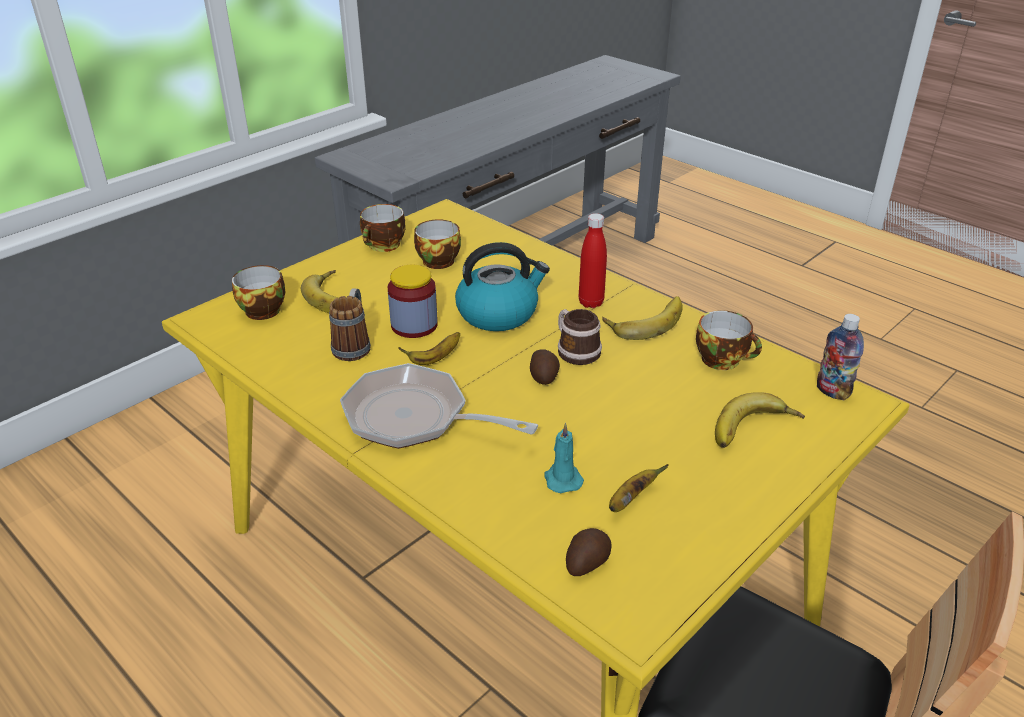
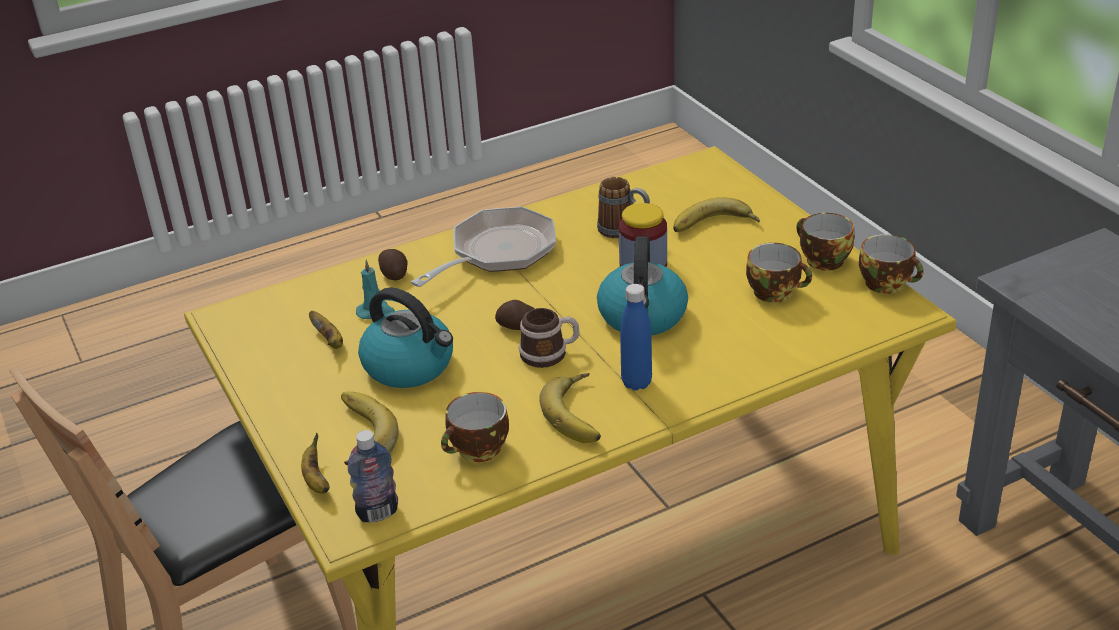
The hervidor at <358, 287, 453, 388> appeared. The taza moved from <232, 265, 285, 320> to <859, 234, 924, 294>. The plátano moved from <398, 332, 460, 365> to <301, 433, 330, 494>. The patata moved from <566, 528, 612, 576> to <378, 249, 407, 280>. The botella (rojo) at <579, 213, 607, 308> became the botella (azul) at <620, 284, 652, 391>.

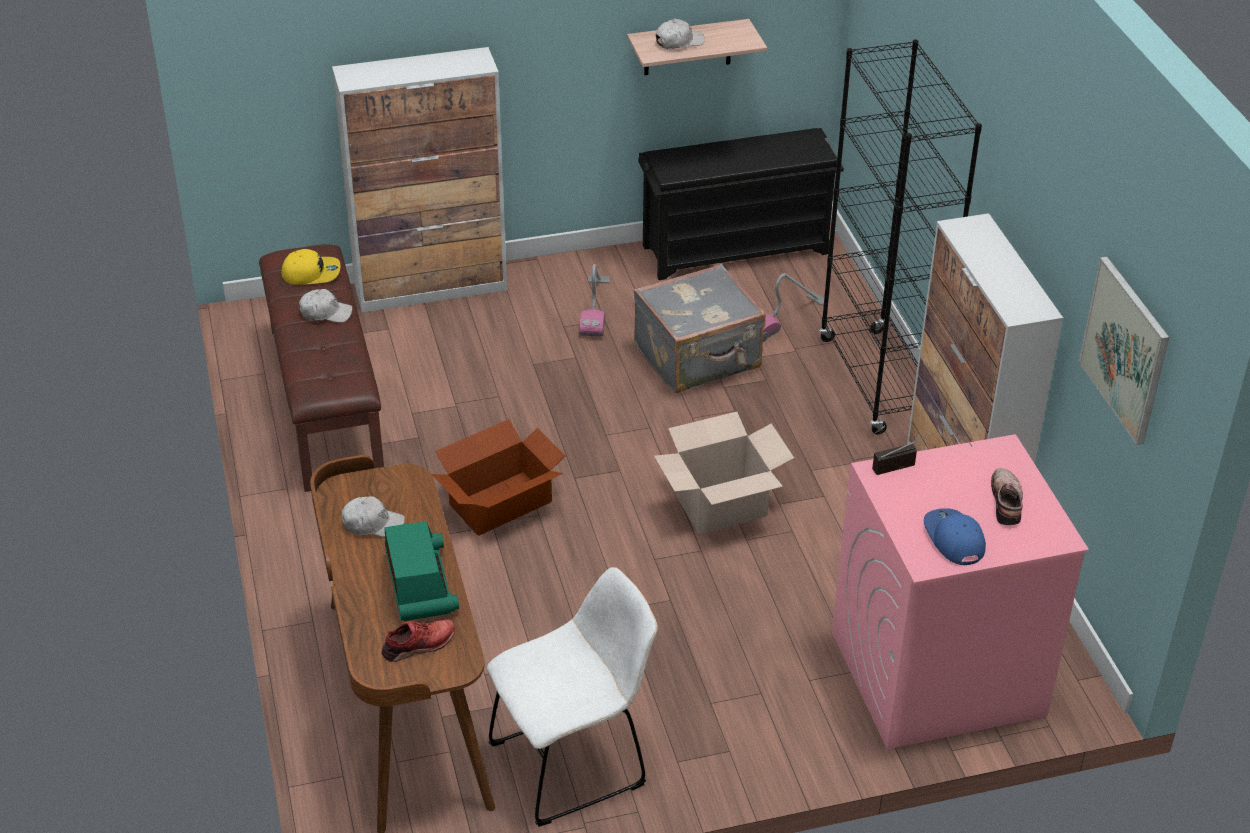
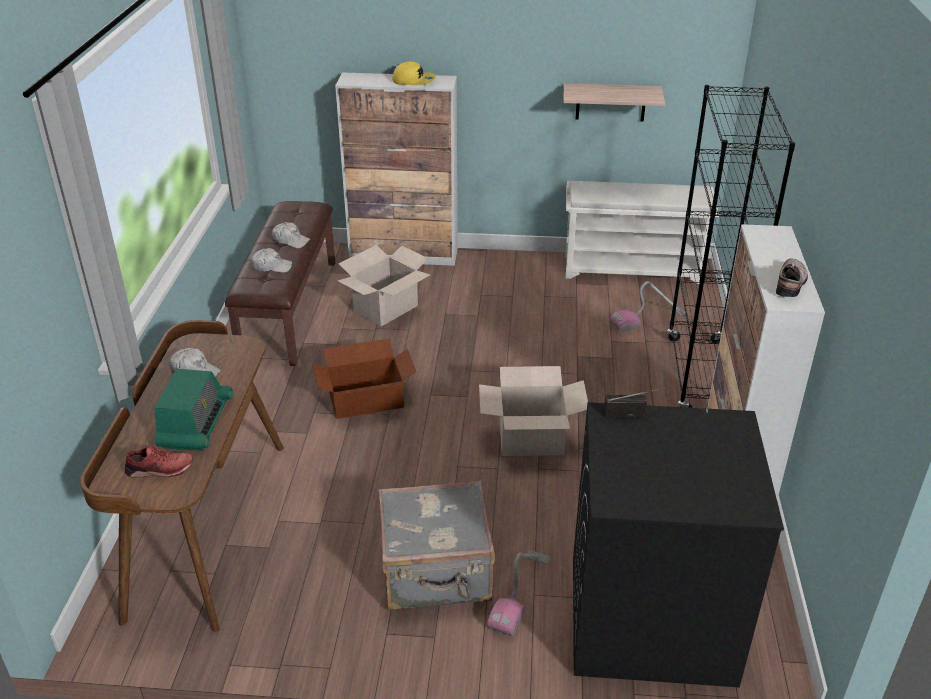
The silla (blanco) at <487, 567, 658, 827> disappeared. The gorra (azul) at <924, 508, 986, 565> disappeared. The cuadro at <1079, 256, 1169, 445> disappeared. The caja de cartón at <338, 245, 430, 326> appeared. The gorra (amarillo) moved from <281, 249, 340, 285> to <392, 61, 436, 85>. The aspiradora moved from <579, 264, 610, 336> to <487, 550, 550, 636>. The maleta (gris) moved from <634, 264, 766, 393> to <378, 480, 495, 611>. The gorra (blanco) moved from <656, 19, 705, 49> to <251, 248, 292, 273>. The zapato moved from <991, 468, 1023, 525> to <776, 259, 808, 297>. The zapatero (negro) at <638, 128, 844, 280> became the zapatero (blanco) at <566, 181, 719, 284>. The lavadora (rosa) at <832, 434, 1089, 749> became the lavadora (negro) at <573, 402, 784, 688>.

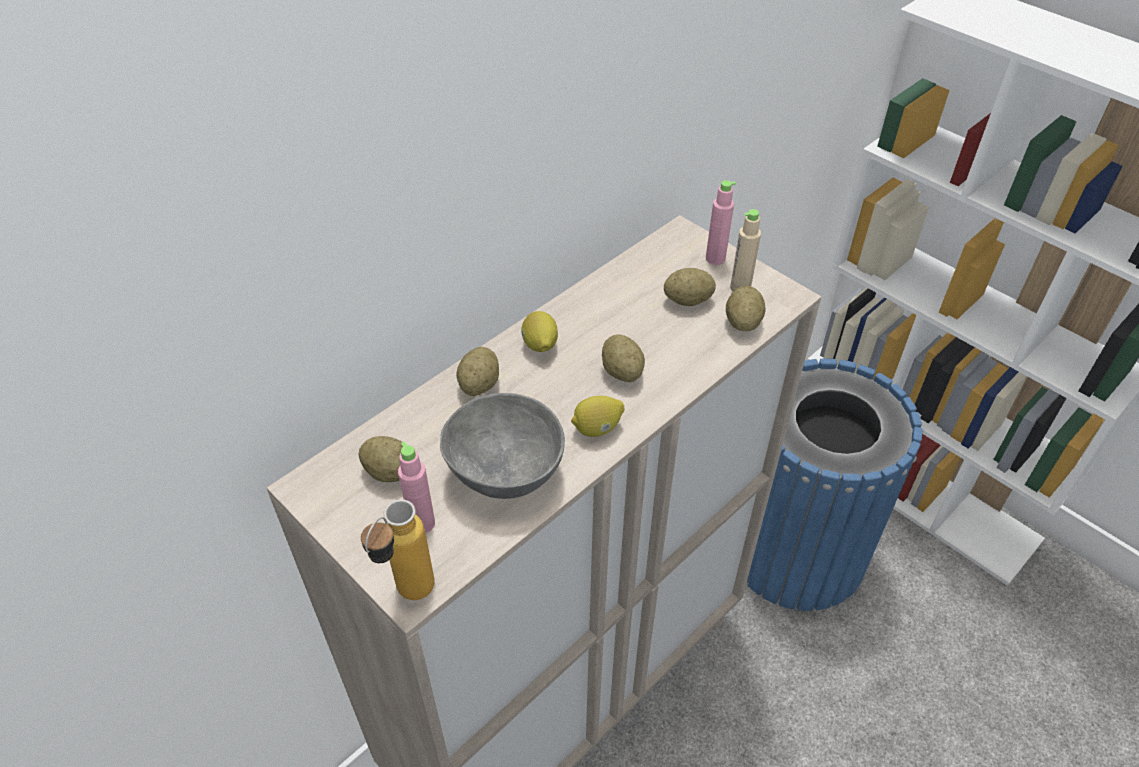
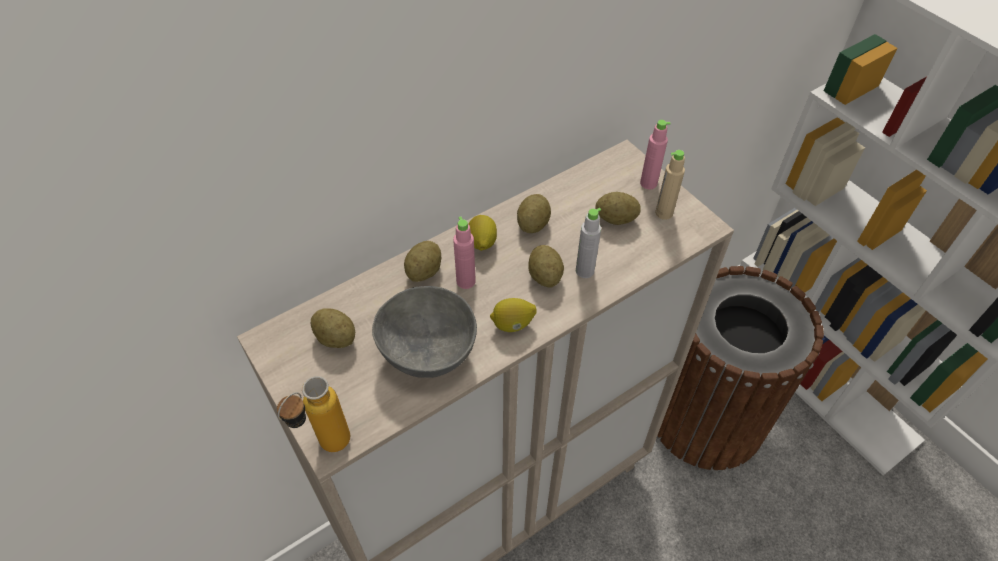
The botella (gris) at <576, 208, 601, 278> appeared. The botella (rosa) moved from <398, 442, 435, 533> to <453, 217, 476, 289>. The patata moved from <726, 286, 766, 331> to <517, 194, 551, 233>. The papelera (azul) at <747, 358, 923, 611> became the papelera (marrón) at <657, 266, 824, 470>.

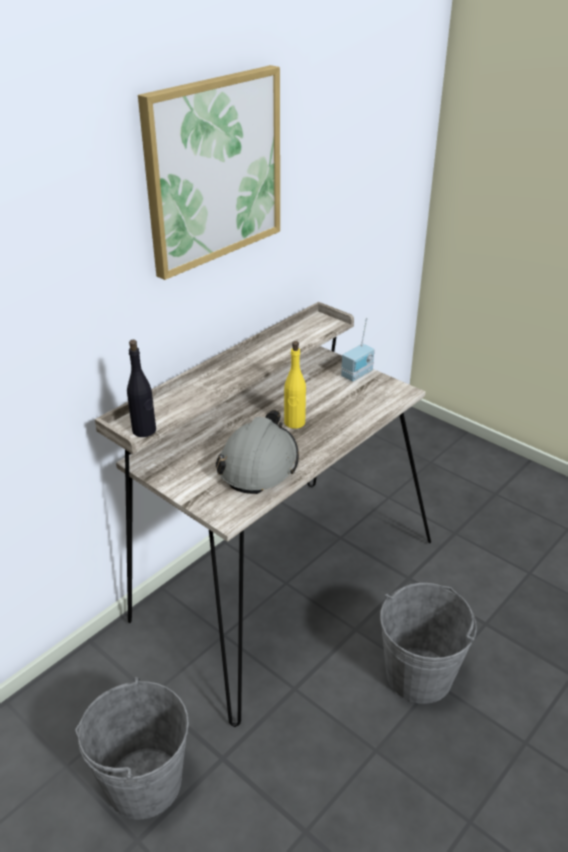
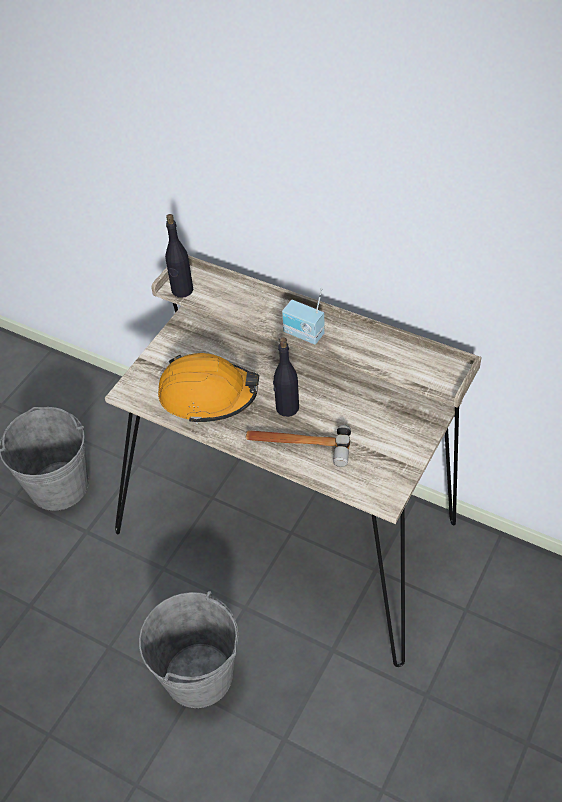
The cuadro at <138, 65, 280, 280> disappeared. The martillo at <246, 425, 351, 467> appeared. The radio moved from <341, 318, 374, 382> to <282, 288, 325, 345>. The casco (gris) at <216, 410, 299, 494> became the casco (naranja) at <158, 353, 260, 424>. The botella (amarillo) at <284, 341, 306, 429> became the botella (negro) at <273, 337, 299, 417>.

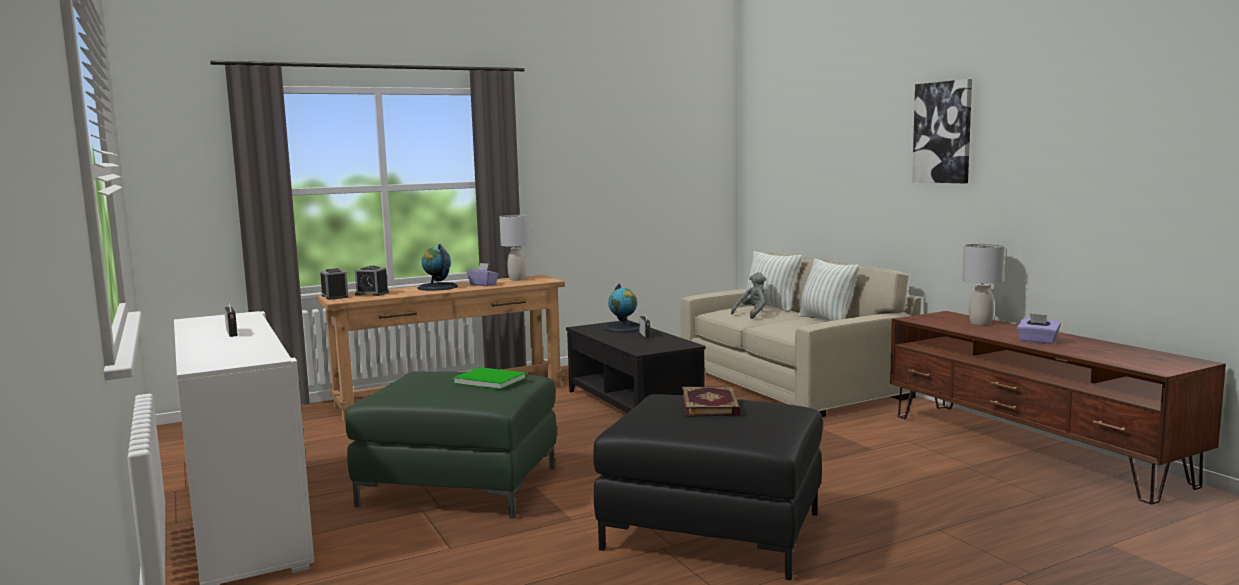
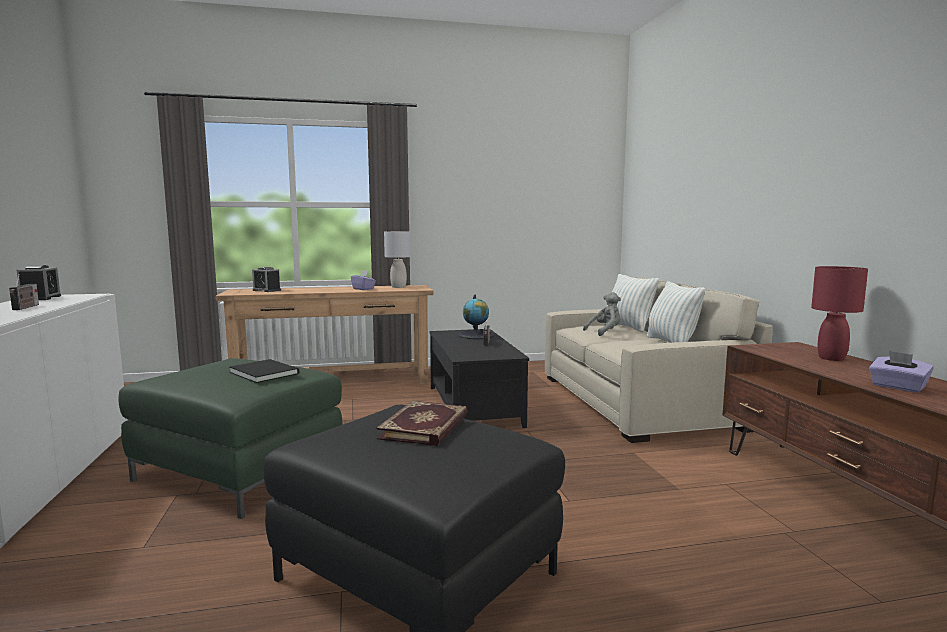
The globo terráqueo at <418, 244, 458, 291> disappeared. The cuadro at <912, 79, 972, 183> disappeared. The despertador moved from <320, 268, 349, 300> to <17, 265, 61, 300>. The libro (verde) at <453, 367, 527, 389> became the libro (negro) at <229, 359, 299, 383>. The lámpara de mesa (gris) at <962, 243, 1005, 325> became the lámpara de mesa (rojo) at <811, 266, 868, 361>.

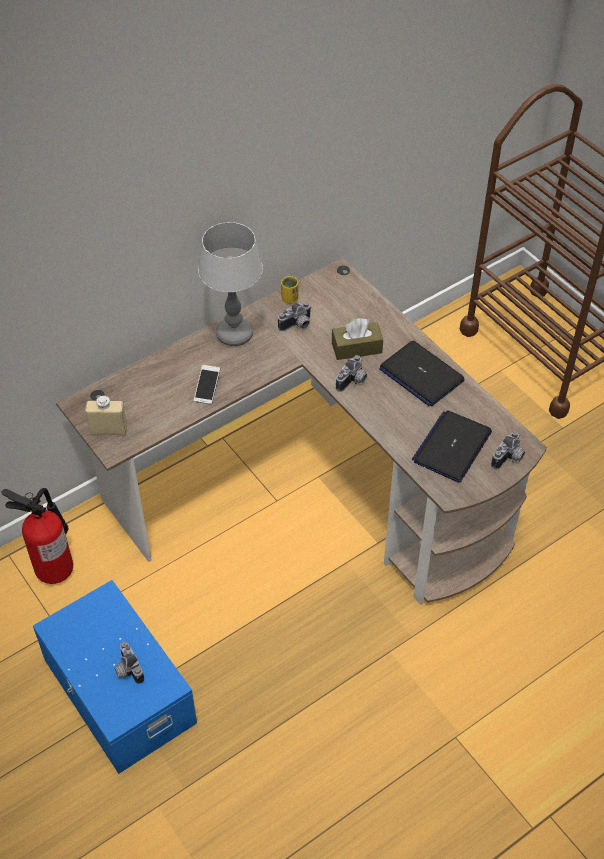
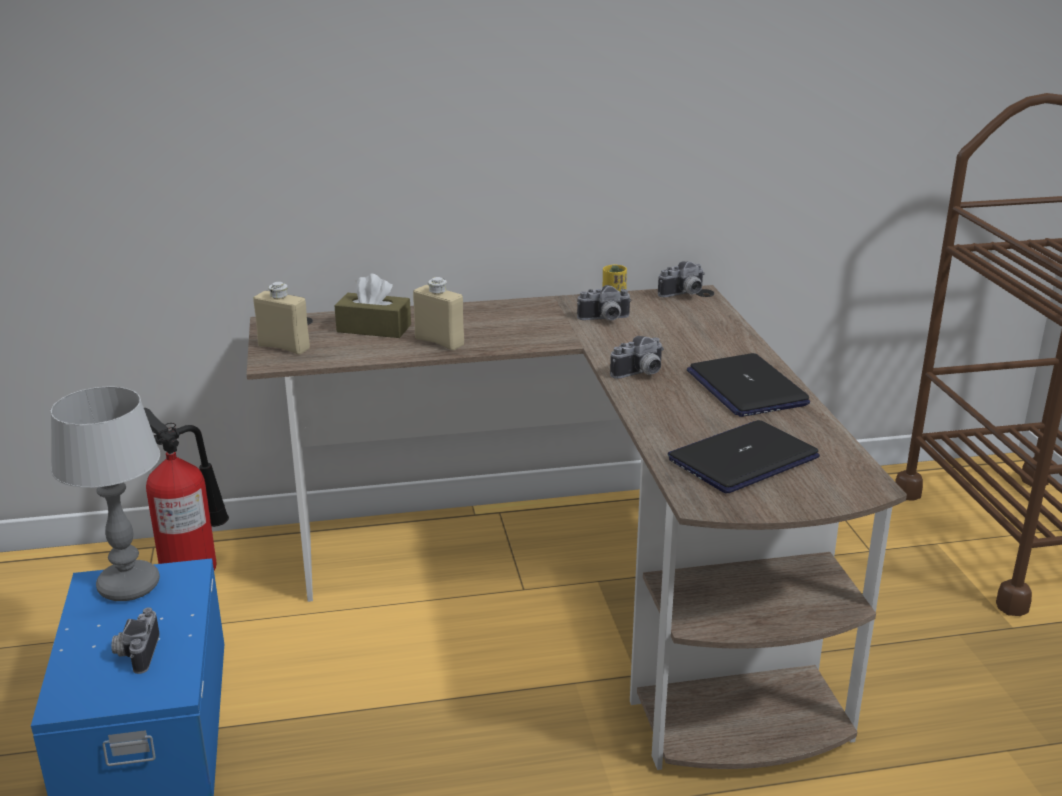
The lámpara de mesa moved from <198, 222, 263, 346> to <50, 386, 160, 601>. The caja de pañuelos (marrón) moved from <332, 318, 383, 360> to <334, 273, 411, 338>. The cámara moved from <491, 431, 525, 469> to <658, 261, 705, 297>. The móvil at <194, 365, 220, 404> was replaced by the botella (beis) at <413, 277, 464, 350>.

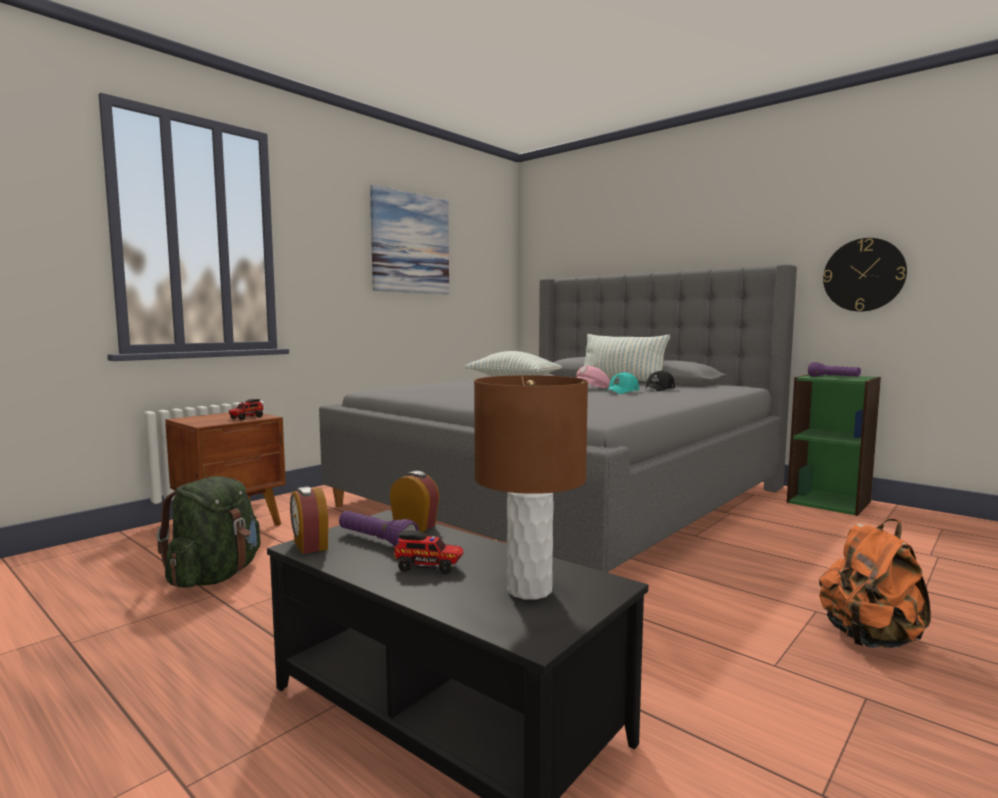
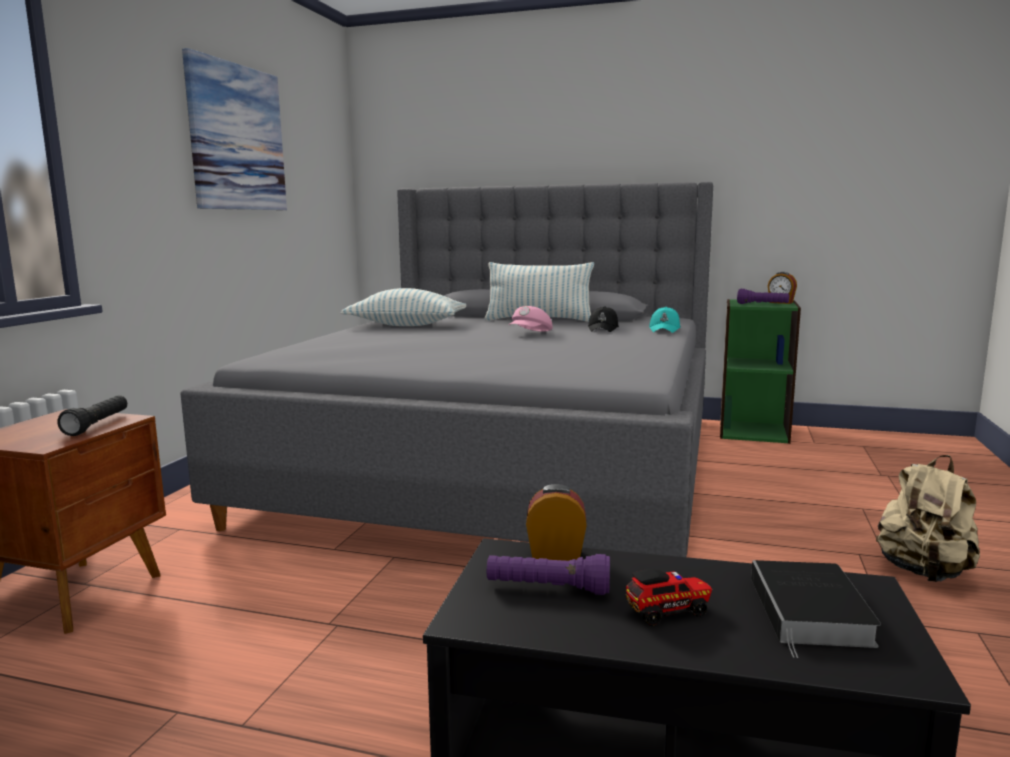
The mochila (verde) at <156, 476, 261, 588> disappeared. The reloj de pared at <823, 238, 907, 312> disappeared. The despertador moved from <290, 486, 328, 554> to <768, 272, 797, 304>. The gorra (turquesa) moved from <605, 372, 639, 394> to <649, 307, 681, 333>. The camión de juguete at <228, 399, 264, 420> was replaced by the linterna (negro) at <57, 395, 127, 436>. The lámpara de mesa (marrón) at <474, 375, 588, 600> was replaced by the libro at <751, 560, 881, 658>. The mochila (naranja) at <819, 519, 931, 648> became the mochila (beis) at <876, 455, 980, 582>.

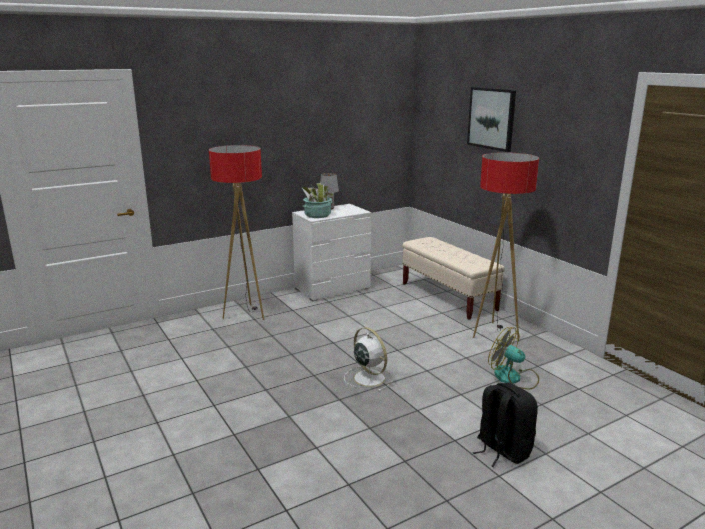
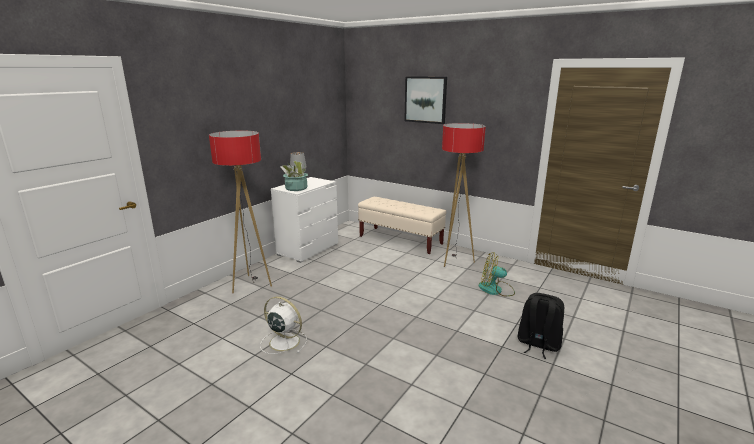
The ventilador (blanco) moved from <344, 327, 393, 392> to <260, 296, 307, 354>.

